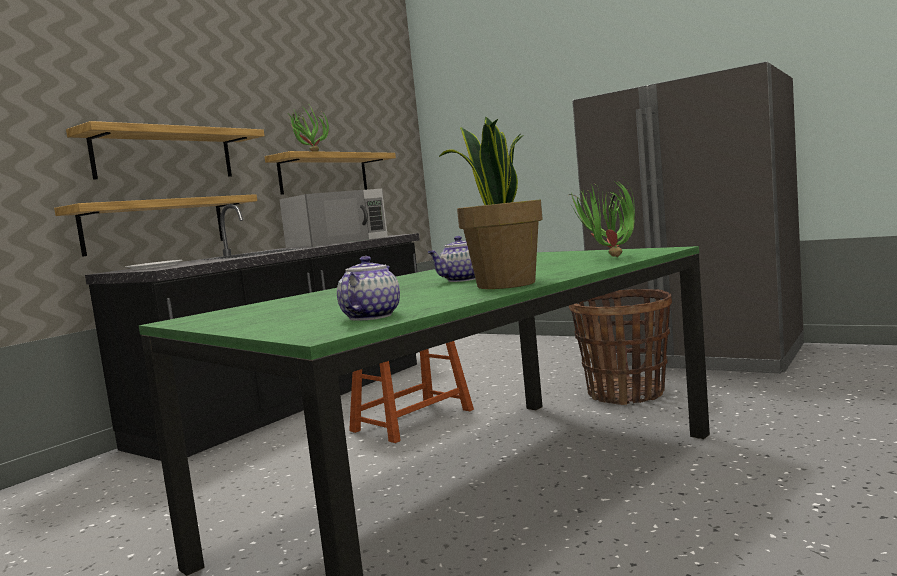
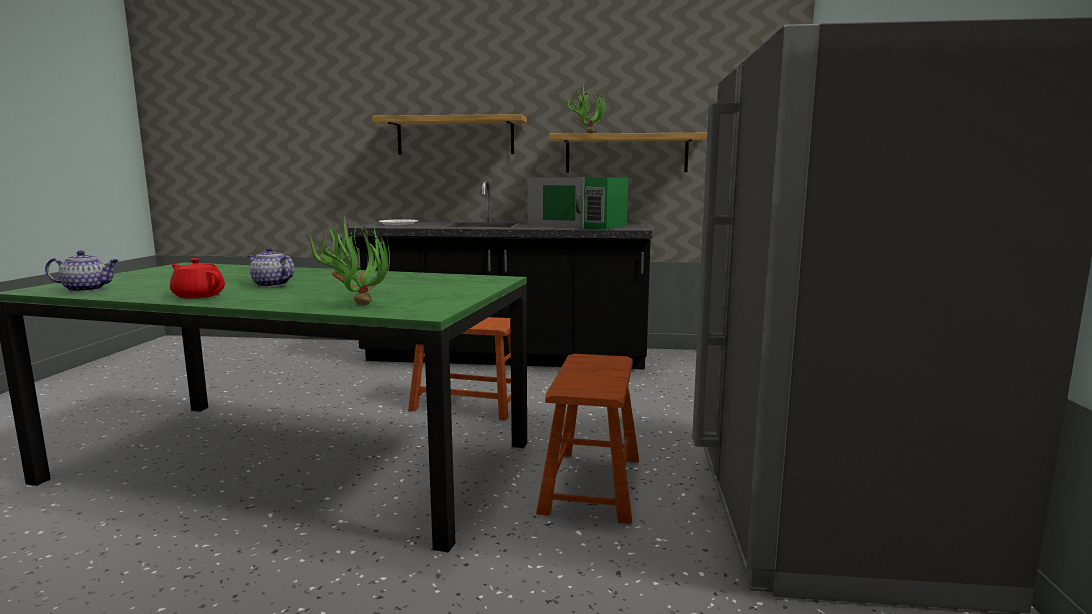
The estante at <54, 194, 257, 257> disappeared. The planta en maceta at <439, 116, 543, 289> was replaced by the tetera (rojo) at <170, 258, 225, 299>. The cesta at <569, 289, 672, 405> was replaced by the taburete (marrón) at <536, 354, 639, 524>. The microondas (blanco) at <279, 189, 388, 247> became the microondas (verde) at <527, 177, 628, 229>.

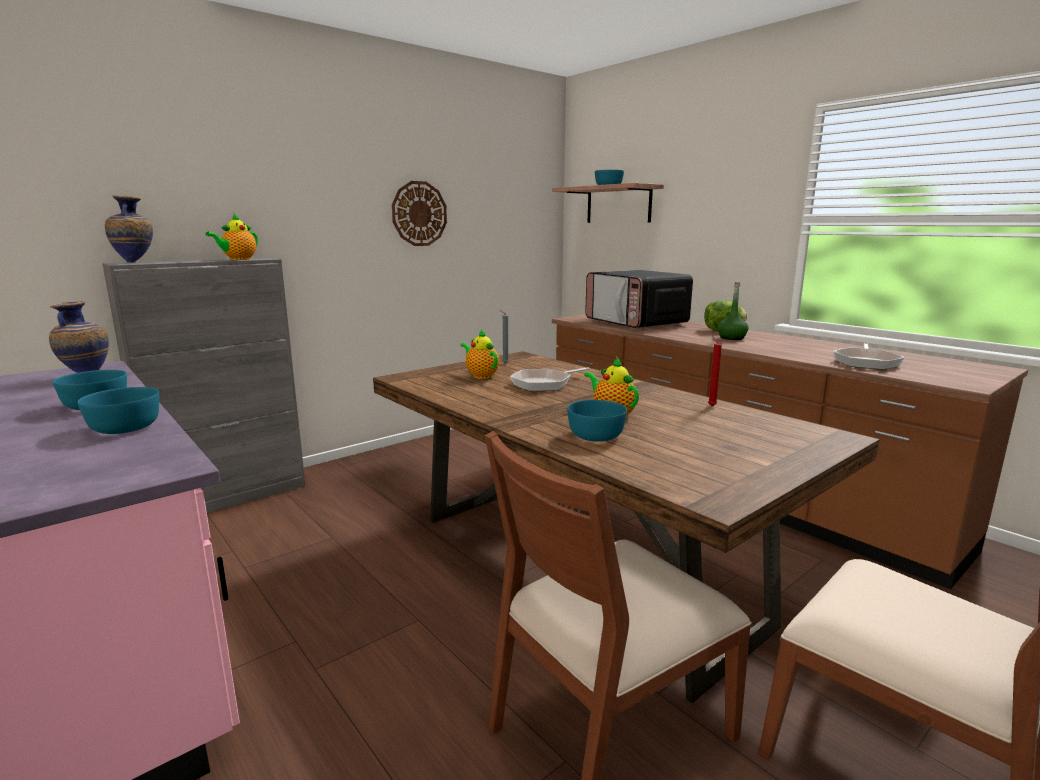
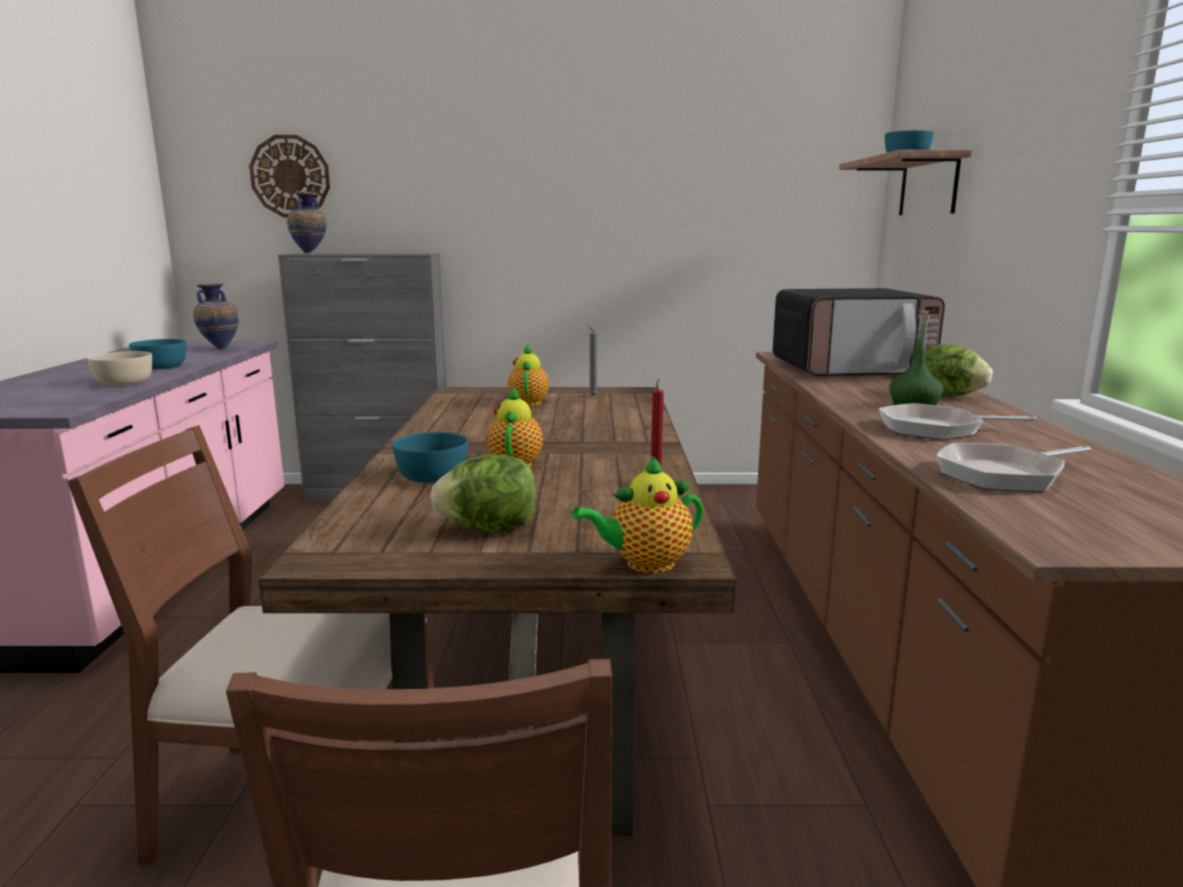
The lechuga at <431, 455, 536, 532> appeared. The tetera moved from <205, 213, 258, 260> to <572, 455, 703, 573>. The reloj de pared moved from <392, 181, 447, 246> to <249, 135, 330, 217>. The sartén moved from <510, 367, 589, 391> to <879, 403, 1037, 440>. The cuenco (turquesa) at <78, 387, 159, 434> became the cuenco (beis) at <87, 351, 152, 386>. The microondas at <585, 270, 693, 328> turned 105 degrees counterclockwise.

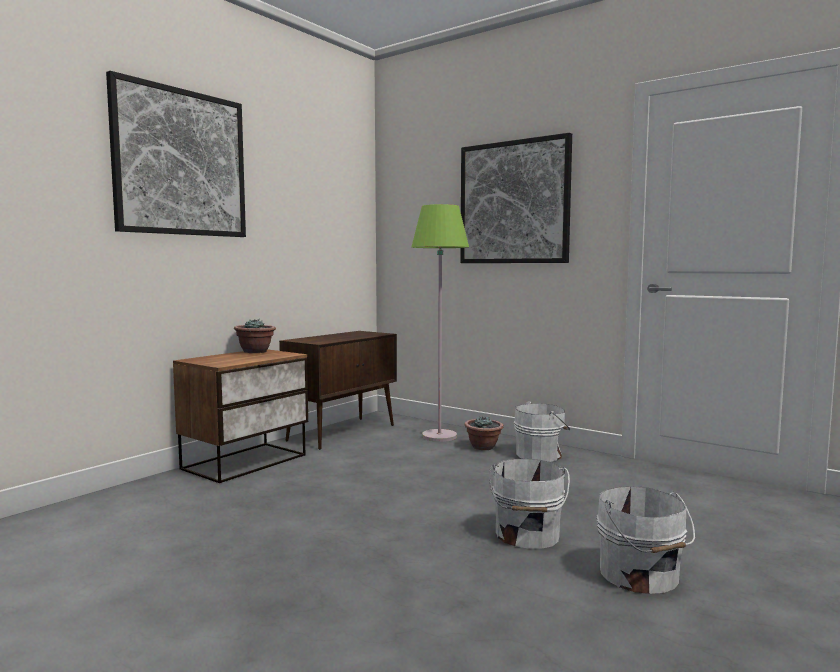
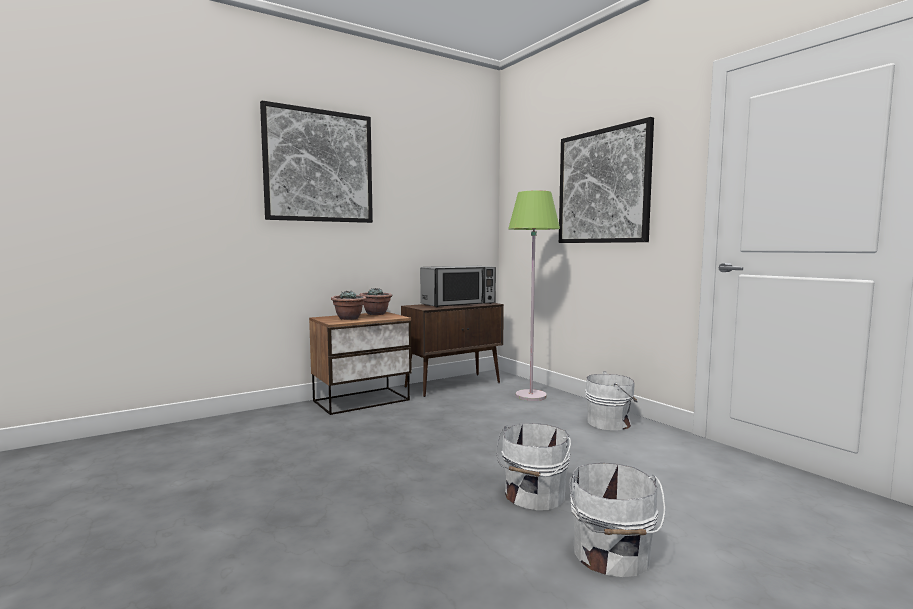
The microondas at <420, 266, 496, 307> appeared. The planta en maceta moved from <464, 416, 504, 450> to <331, 291, 366, 320>.

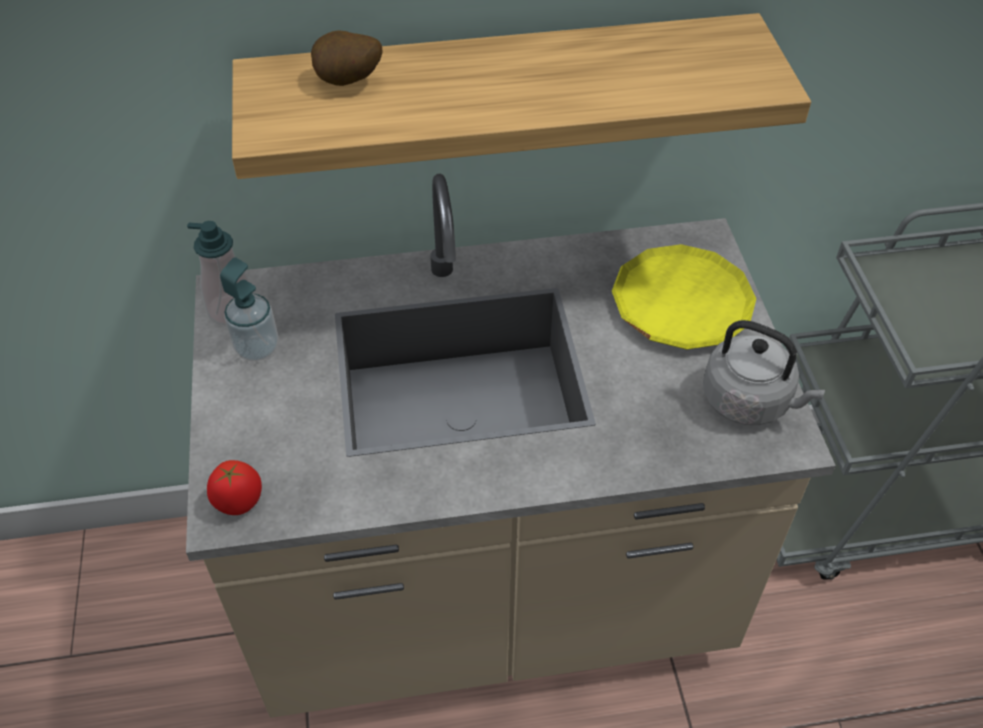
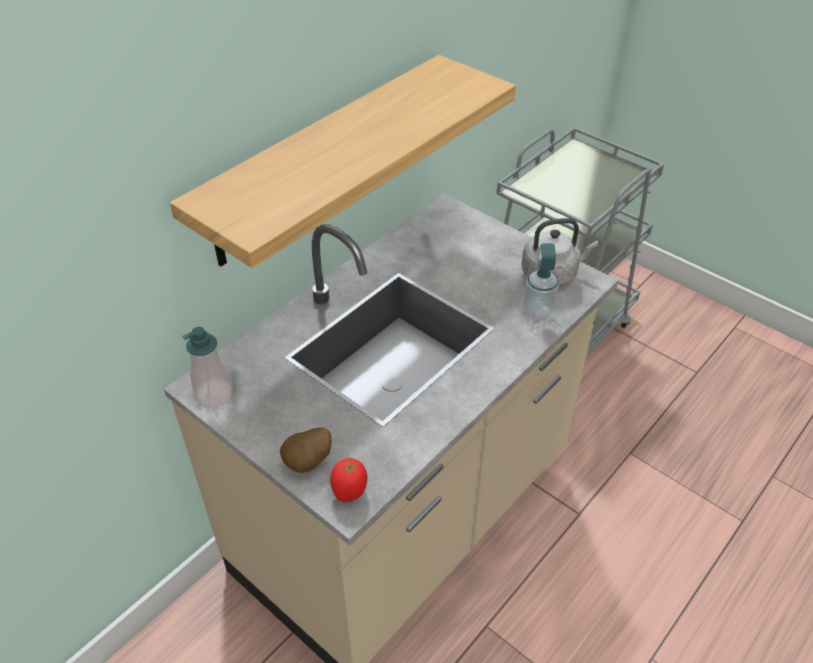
The plato (amarillo) at <612, 244, 756, 350> disappeared. The dispensador de jabón moved from <220, 257, 279, 361> to <523, 243, 559, 317>. The patata moved from <311, 30, 382, 86> to <280, 428, 332, 473>.

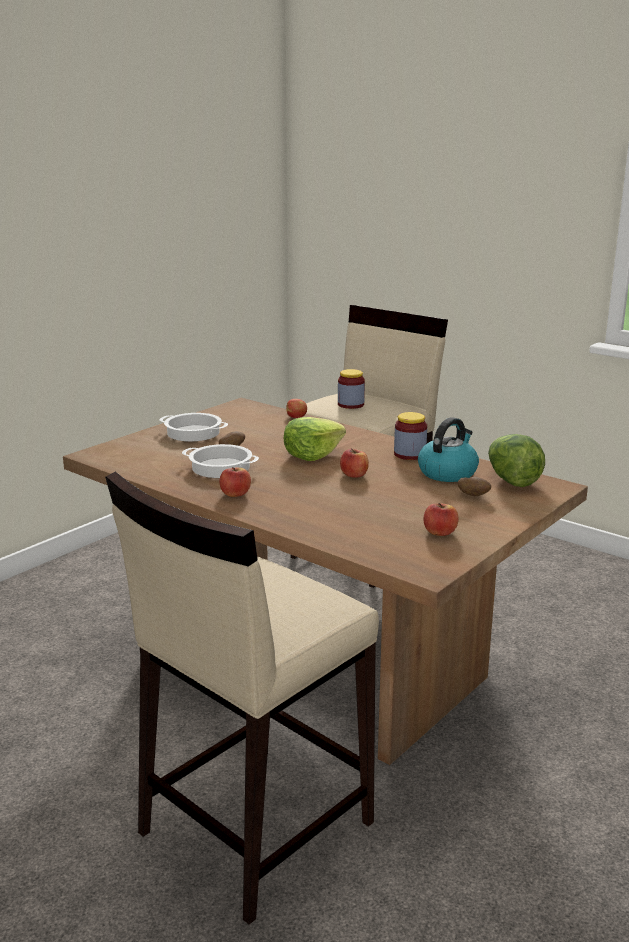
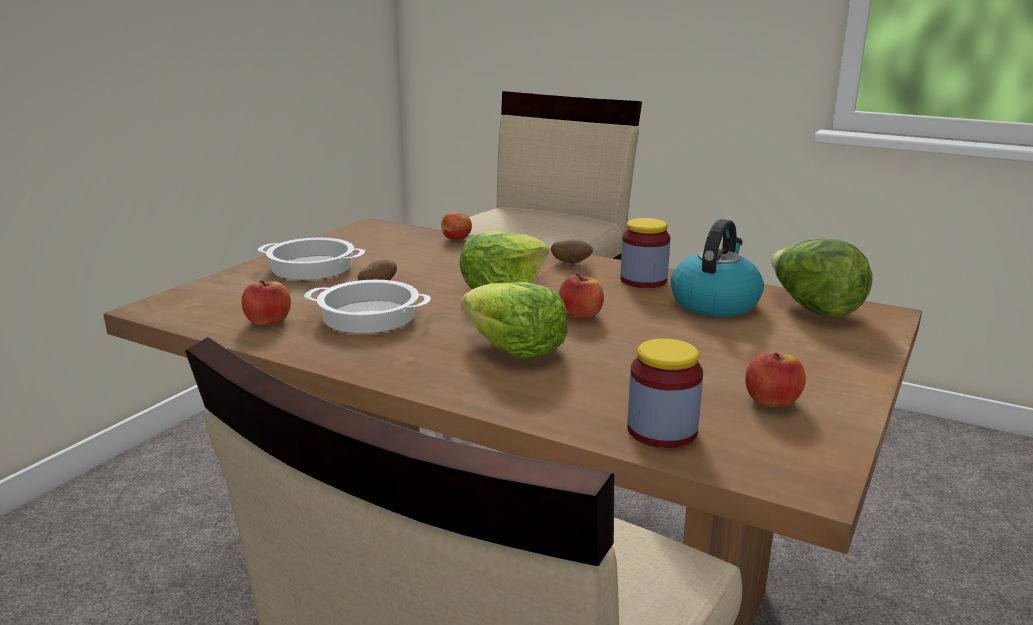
The lechuga at <461, 282, 568, 359> appeared. The manzana moved from <219, 467, 251, 497> to <242, 280, 291, 326>. The tarro moved from <338, 369, 365, 409> to <627, 338, 703, 448>. The patata moved from <458, 477, 491, 496> to <551, 239, 593, 264>.

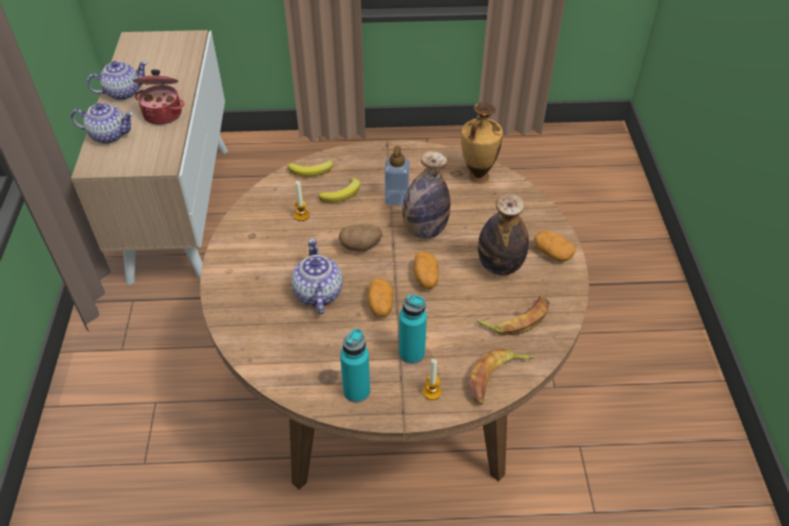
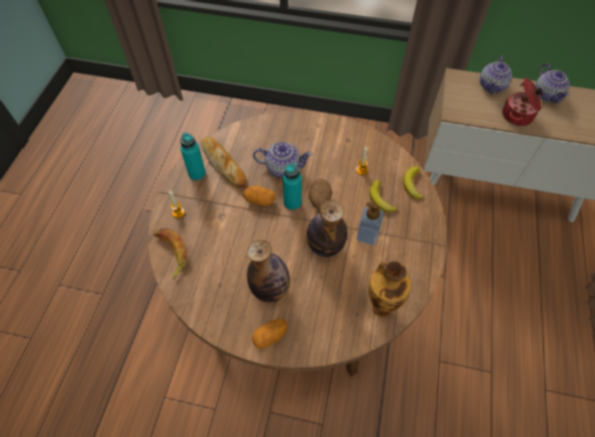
The patata at <414, 252, 438, 289> disappeared. The plátano at <476, 296, 549, 335> disappeared. The pan at <202, 137, 247, 188> appeared. The botella (turquesa) moved from <399, 294, 427, 364> to <283, 163, 302, 210>.

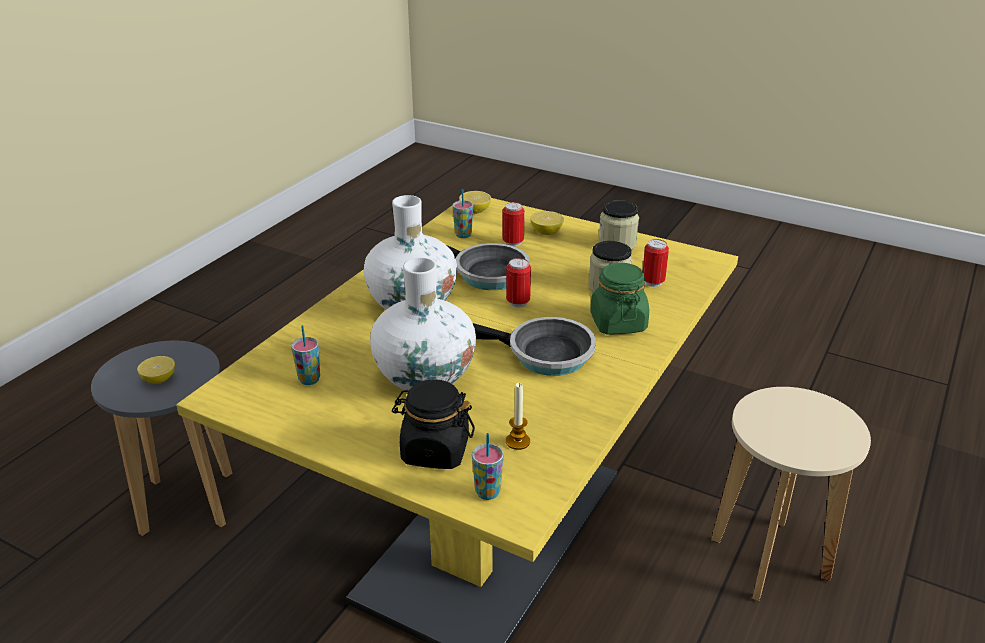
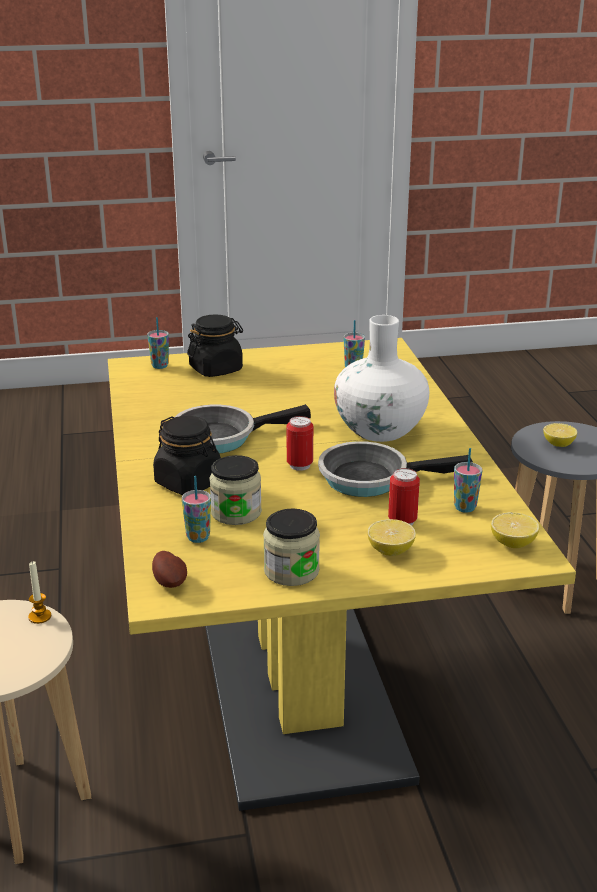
The florero (blanco) at <370, 257, 476, 391> disappeared. The patata at <152, 551, 187, 588> appeared. The vela moved from <506, 383, 530, 450> to <28, 561, 51, 624>. The lata at <643, 239, 669, 287> was replaced by the taza at <182, 476, 211, 543>. The tarro (verde) at <590, 263, 649, 335> became the tarro (negro) at <153, 416, 221, 495>.

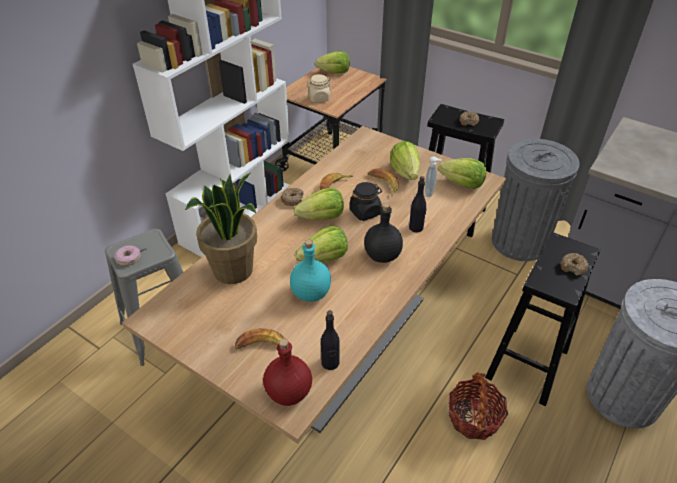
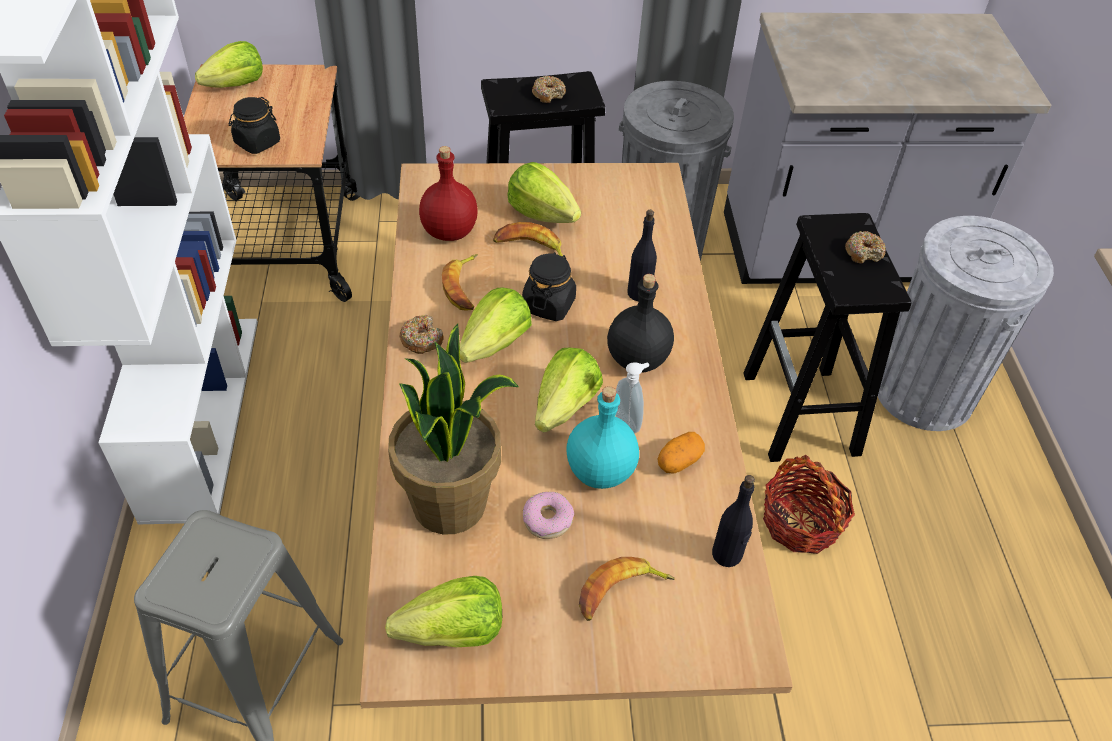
The patata at <658, 432, 705, 474> appeared. The rosquilla moved from <114, 245, 141, 266> to <523, 492, 574, 539>. The botella (rojo) moved from <263, 339, 312, 406> to <419, 146, 478, 241>. The dispensador de jabón moved from <425, 156, 442, 197> to <616, 362, 649, 434>. The lechuga moved from <438, 158, 486, 189> to <385, 576, 502, 647>. The tarro (beis) at <306, 74, 332, 102> became the tarro (negro) at <229, 97, 280, 154>.

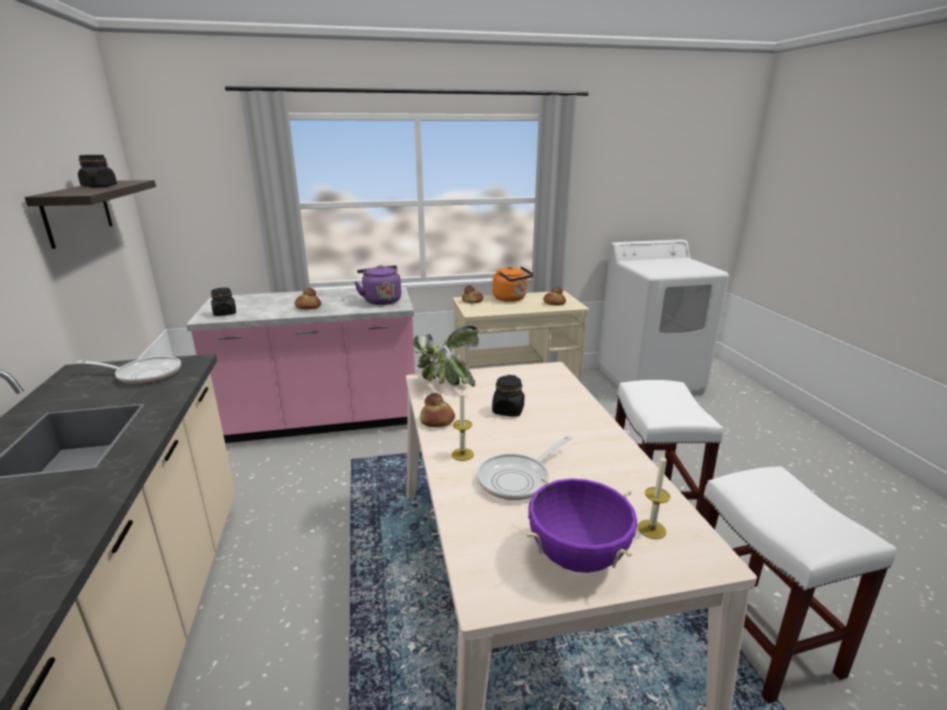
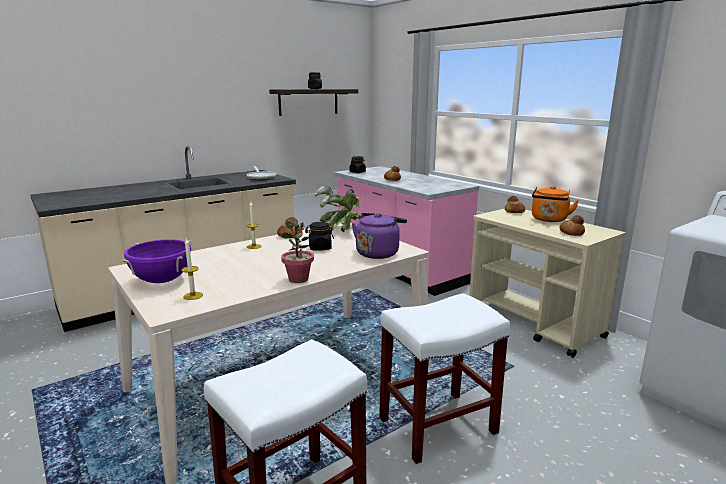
The sartén at <477, 435, 572, 500> disappeared. The planta en maceta at <280, 220, 314, 283> appeared. The hervidor (morado) moved from <355, 265, 401, 305> to <352, 213, 407, 259>.

